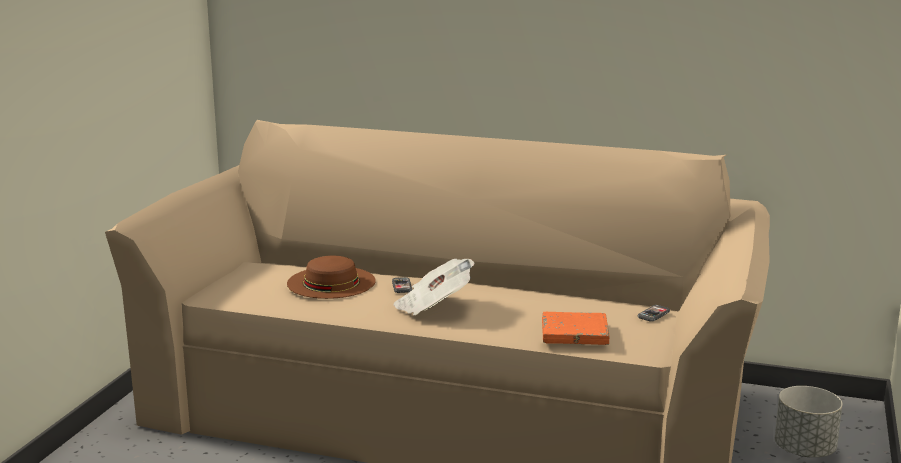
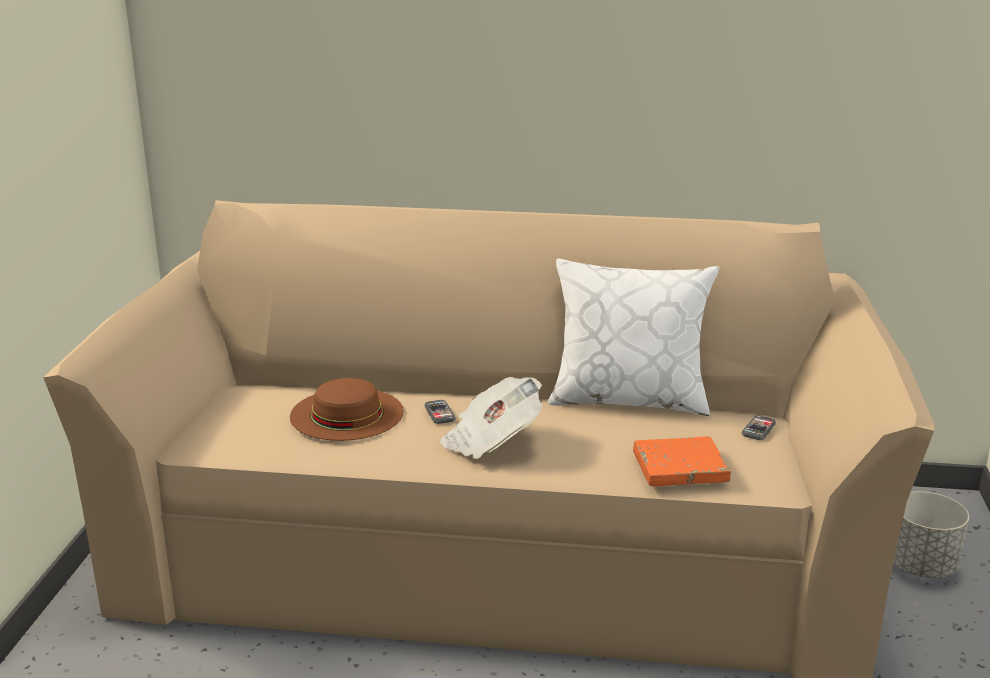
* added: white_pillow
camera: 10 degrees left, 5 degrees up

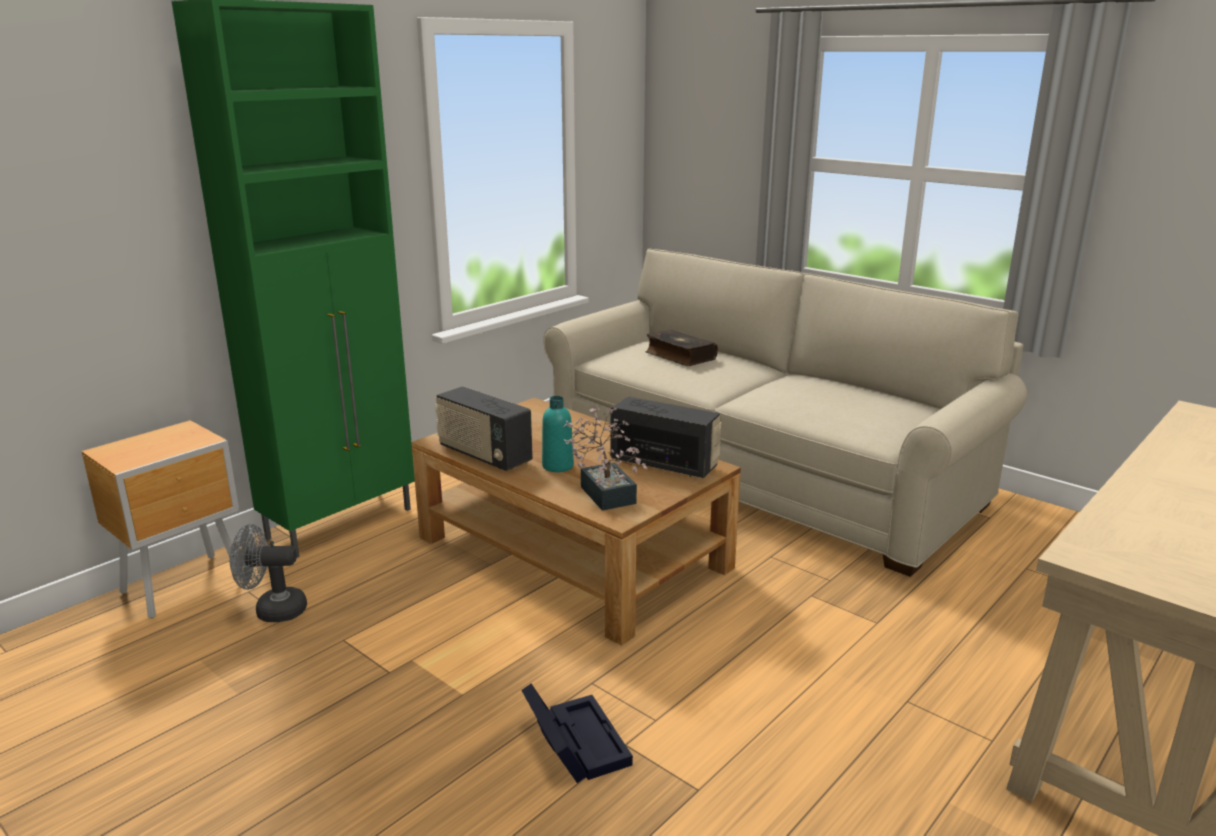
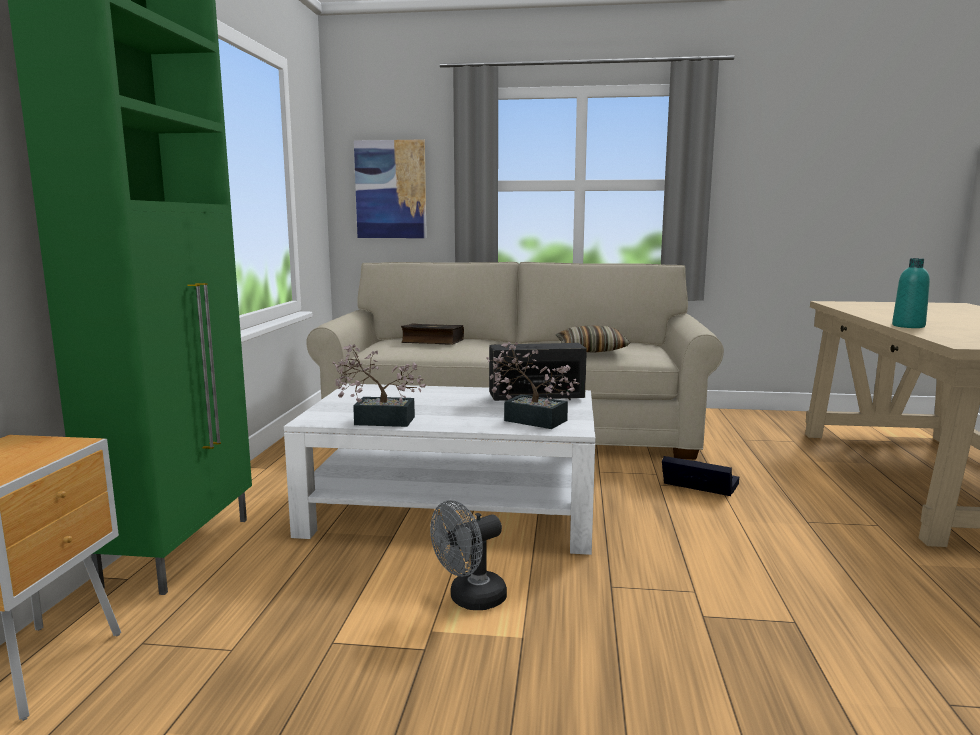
* added: picture
* added: pillow
* moved: grey_fan
* moved: black_storage_box
* moved: turquoise_bottle
* replaced: radio (1st from left) to potted_plant (1st from left)
* recoloured: brown_coffee_table to white_coffee_table
camera: 35 degrees left, 10 degrees down

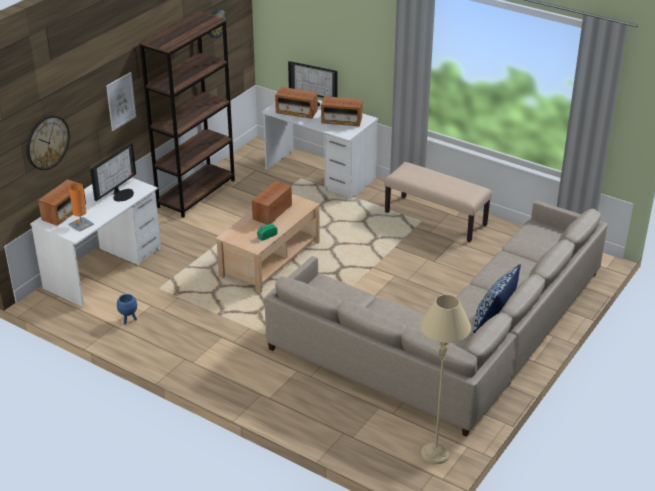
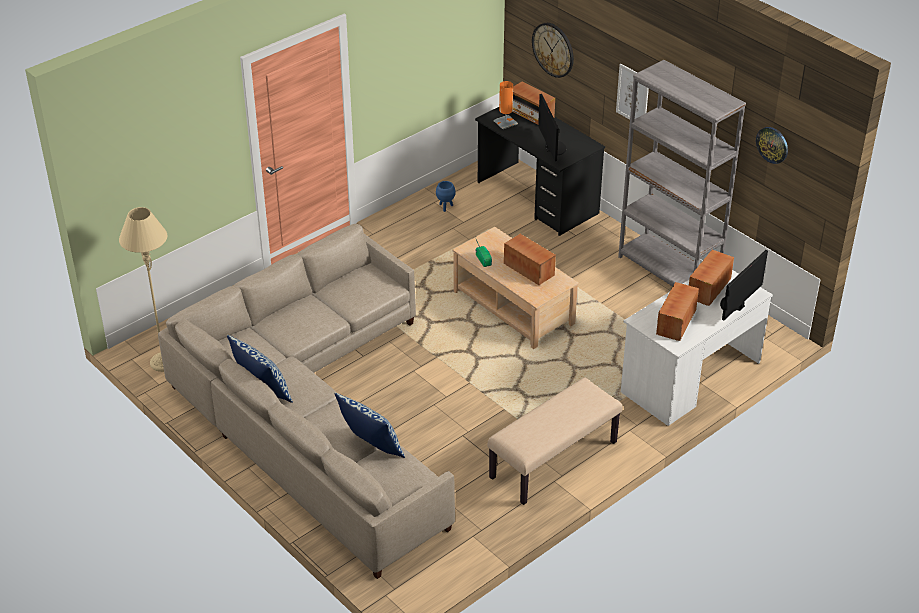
* added: pillow (2nd from left)
* recoloured: white_desk (1st from left) to black_desk
* recoloured: brown_bookcase to grey_bookcase
* turned: monitor (1st from left) 150 degrees counterclockwise
camera: 105 degrees right, 5 degrees up

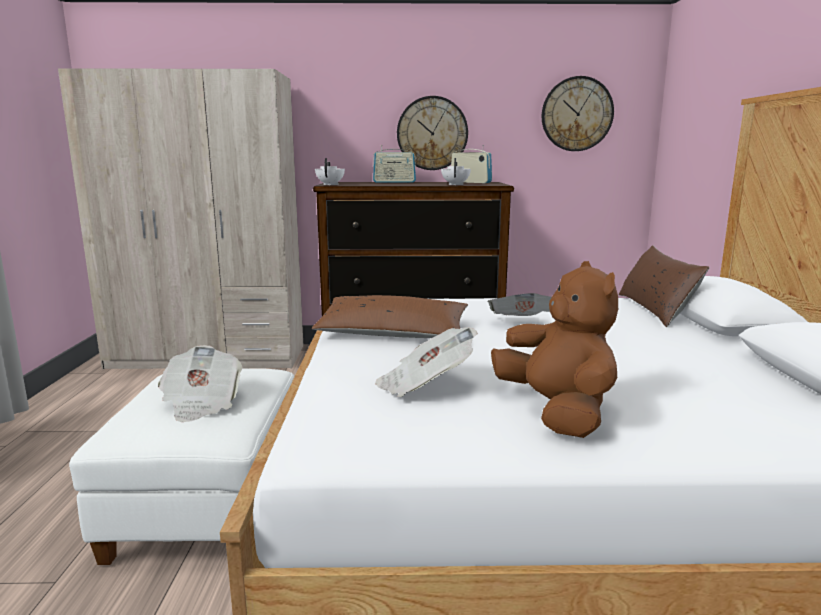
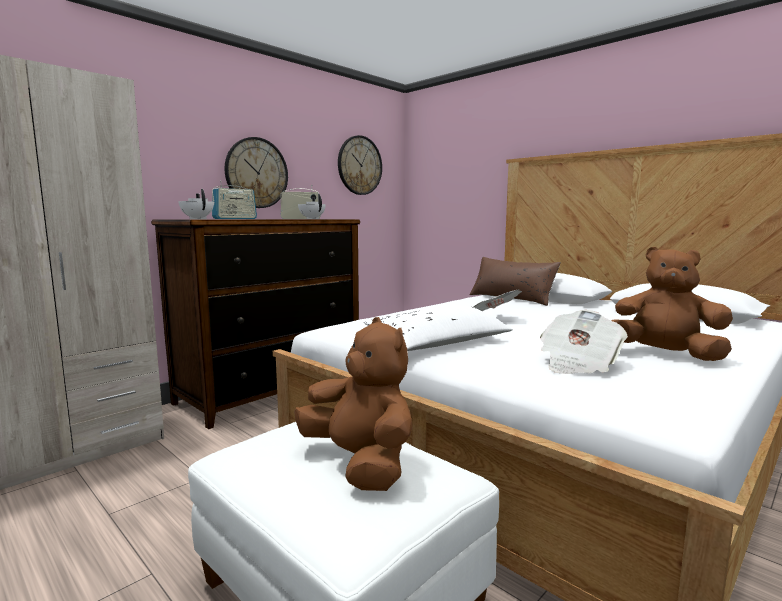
* replaced: newspaper (1st from left) to brown_plush_toy (1st from left)
* recoloured: brown_pillow (1st from left) to white_pillow
camera: 45 degrees left, 5 degrees down

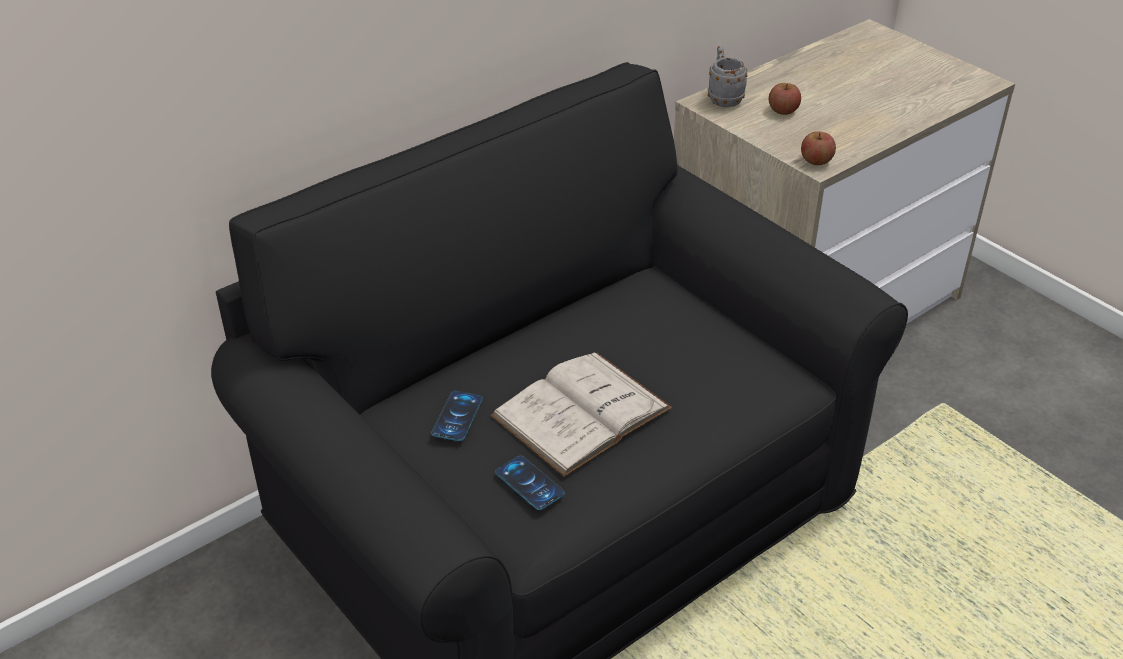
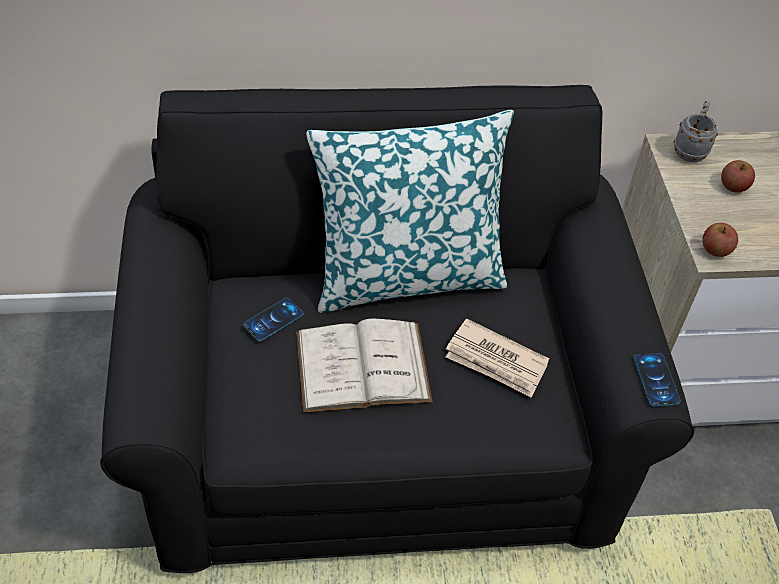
* added: pillow
* added: newspaper
* moved: phone (2nd from left)
camera: 30 degrees right, 10 degrees up

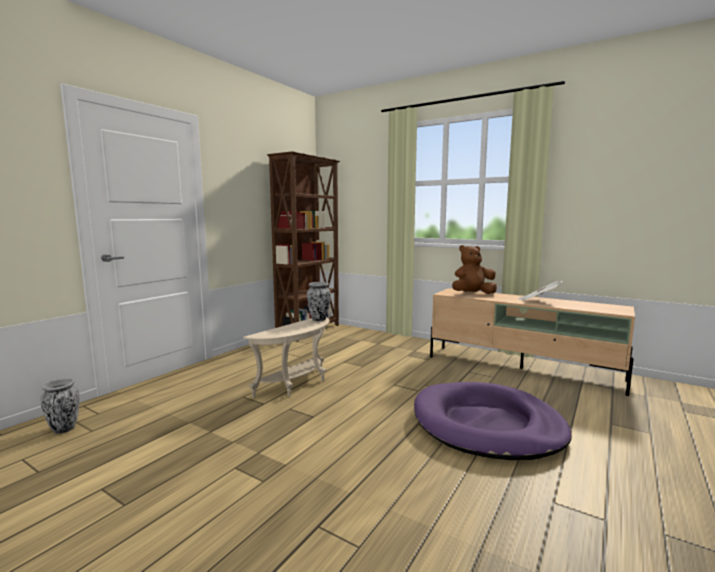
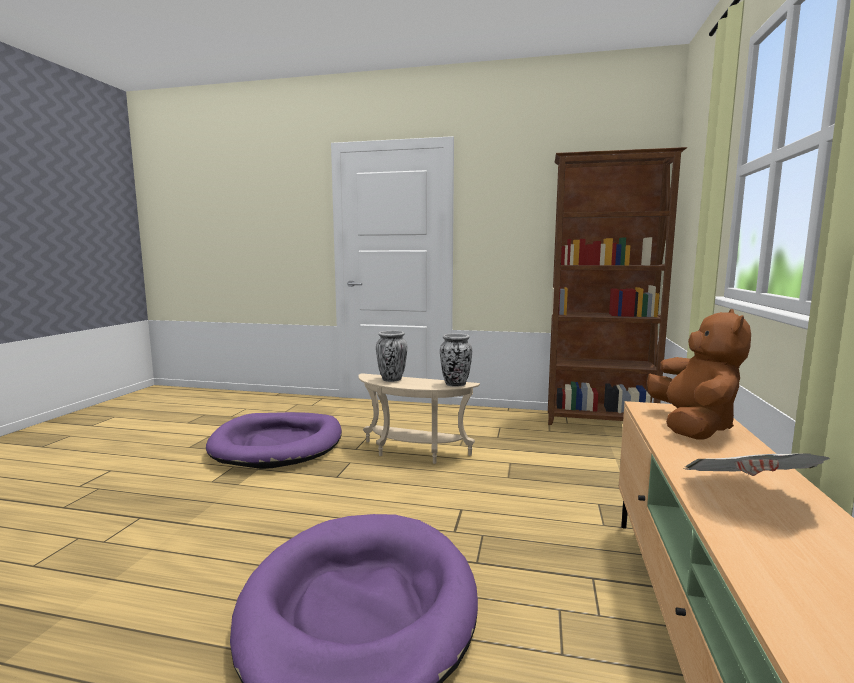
* added: purple_dog_bed (1st from left)
* moved: vase (1st from left)
* turned: brown_plush_toy 45 degrees clockwise
camera: 70 degrees right, 0 degrees up

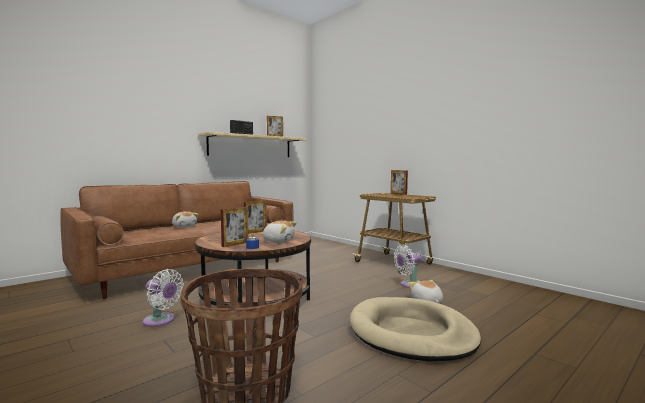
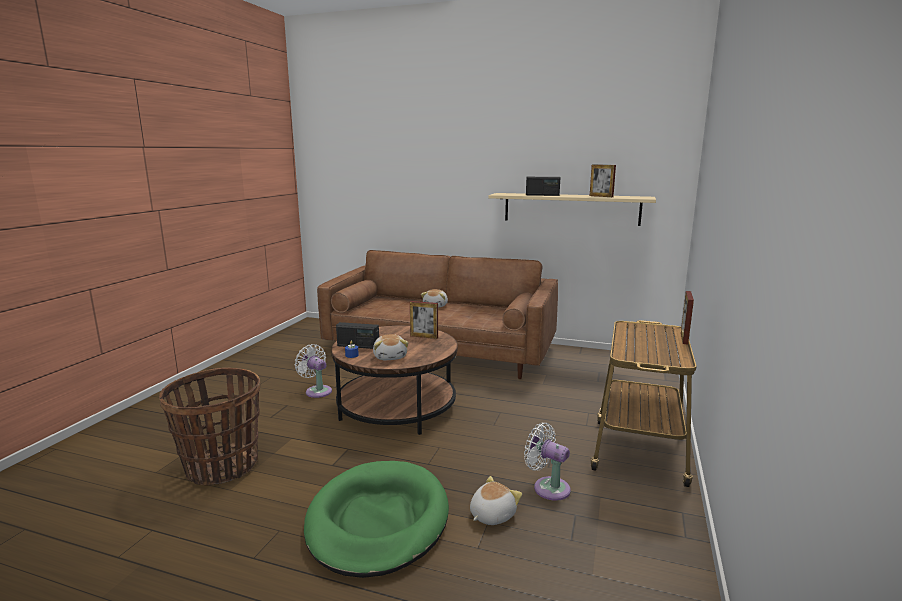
* replaced: picture_frame (1st from left) to radio (1st from left)
* recoloured: beige_dog_bed to green_dog_bed
* turned: white_fan (1st from left) 135 degrees clockwise
camera: 60 degrees right, 10 degrees up

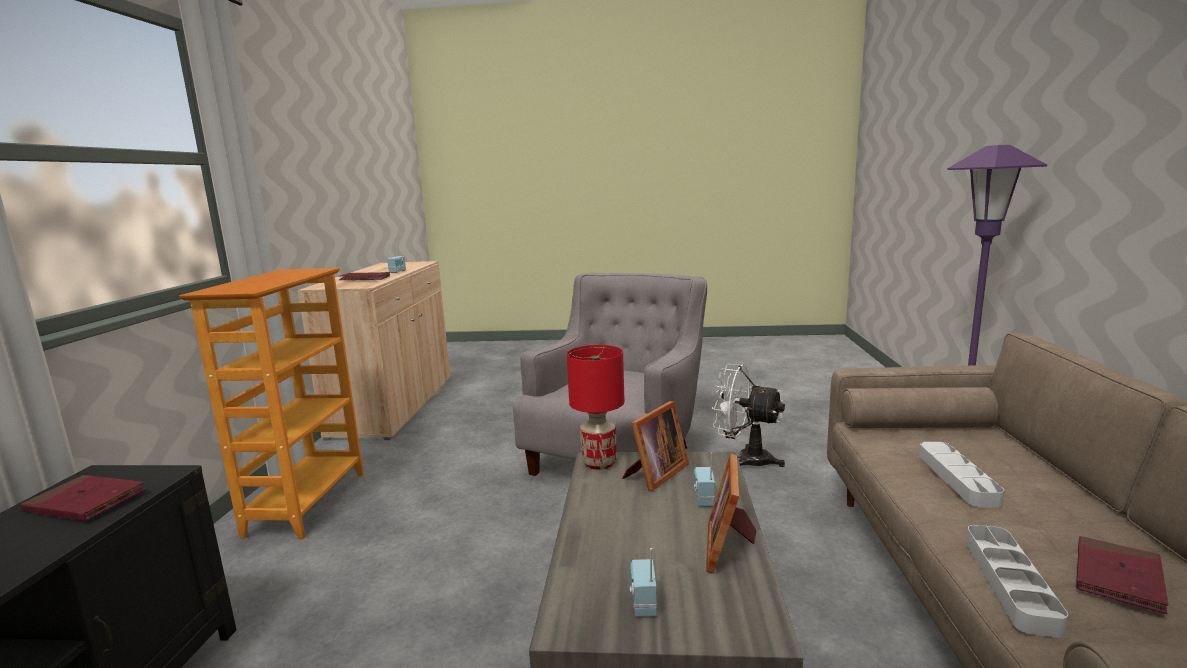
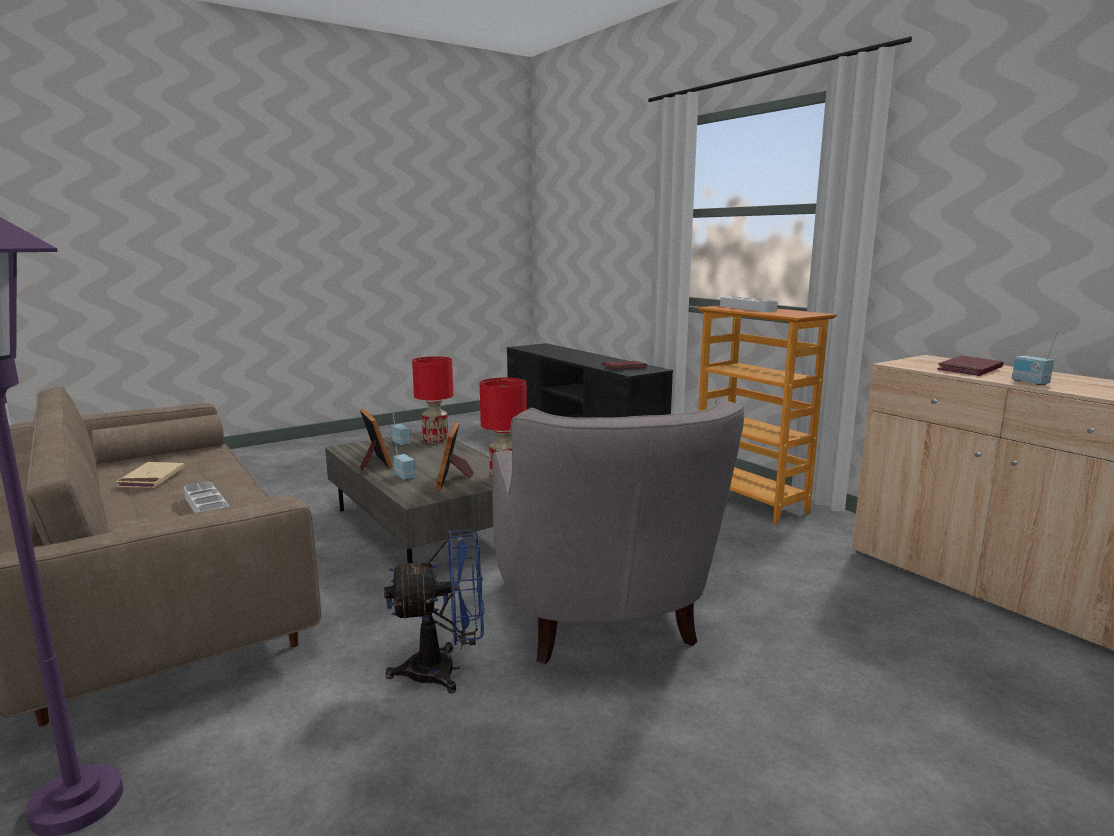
* added: red_table_lamp (1st from left)
* moved: grey_tray (2nd from left)
* recoloured: white_fan to blue_fan
* recoloured: red_book (3rd from left) to beige_book
camera: 140 degrees right, 0 degrees up

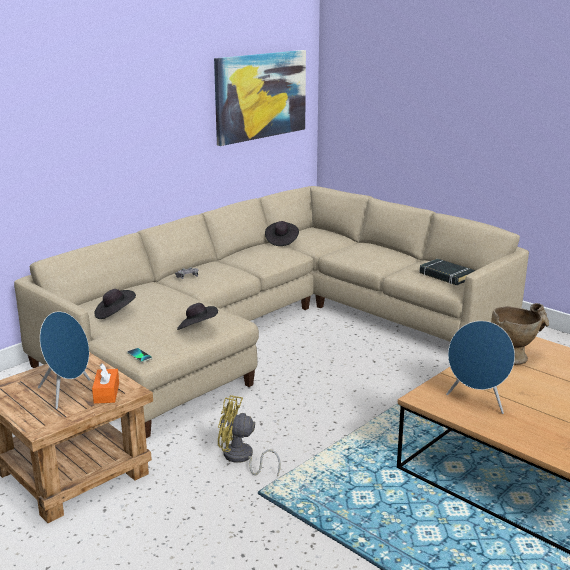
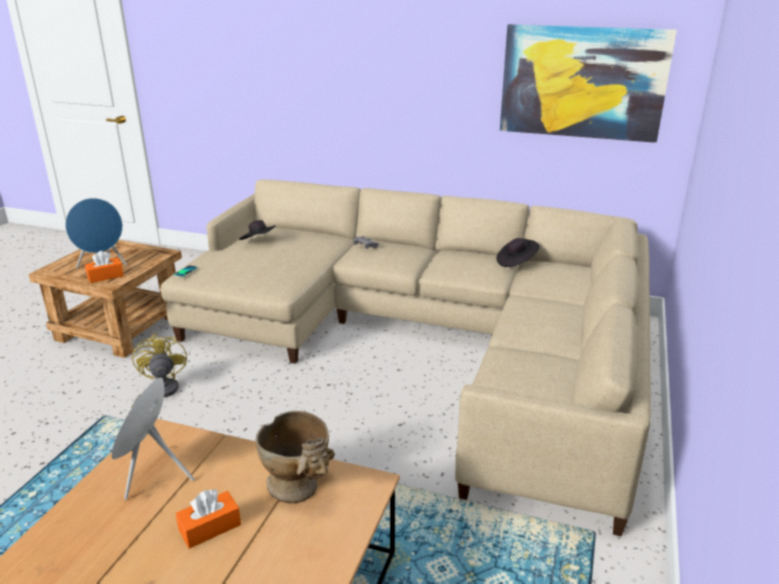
* removed: black_hat (2nd from left)
* removed: black_book
* added: orange_tissue_box (2nd from left)
camera: 65 degrees right, 5 degrees up

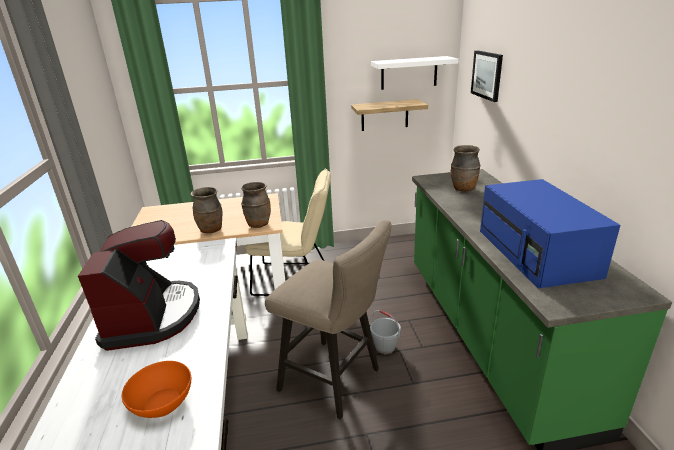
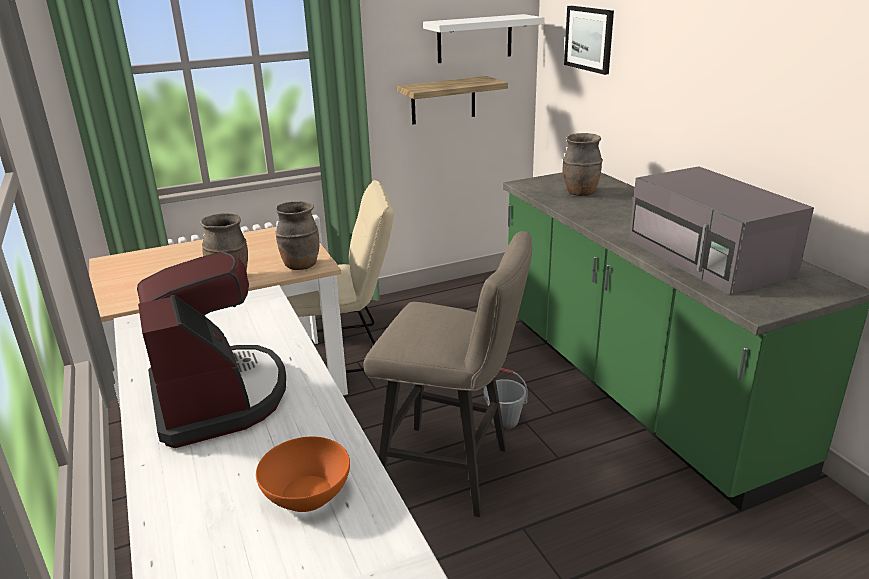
* recoloured: blue_microwave to grey_microwave
camera: 15 degrees left, 0 degrees up

